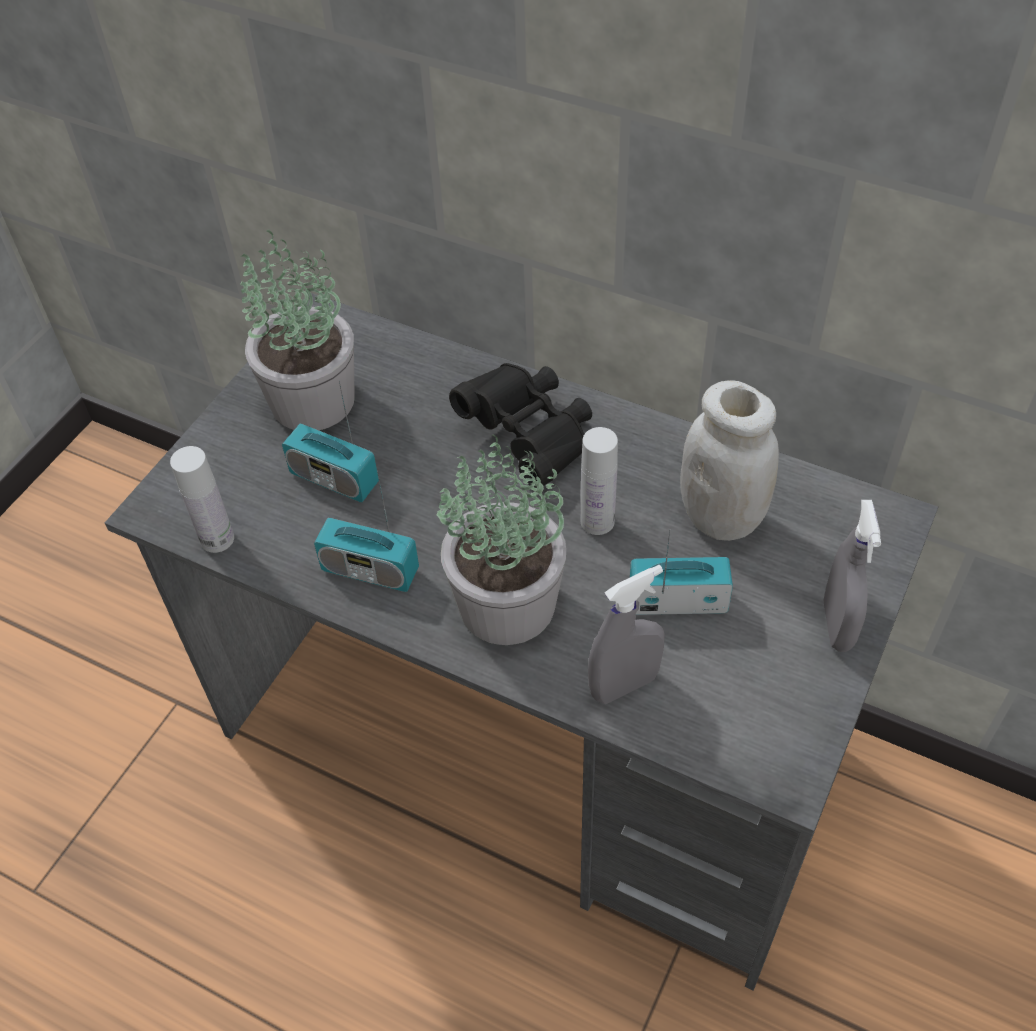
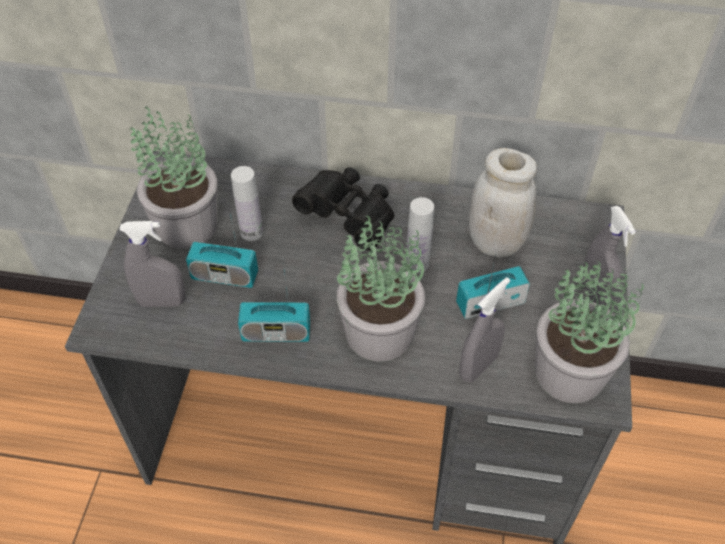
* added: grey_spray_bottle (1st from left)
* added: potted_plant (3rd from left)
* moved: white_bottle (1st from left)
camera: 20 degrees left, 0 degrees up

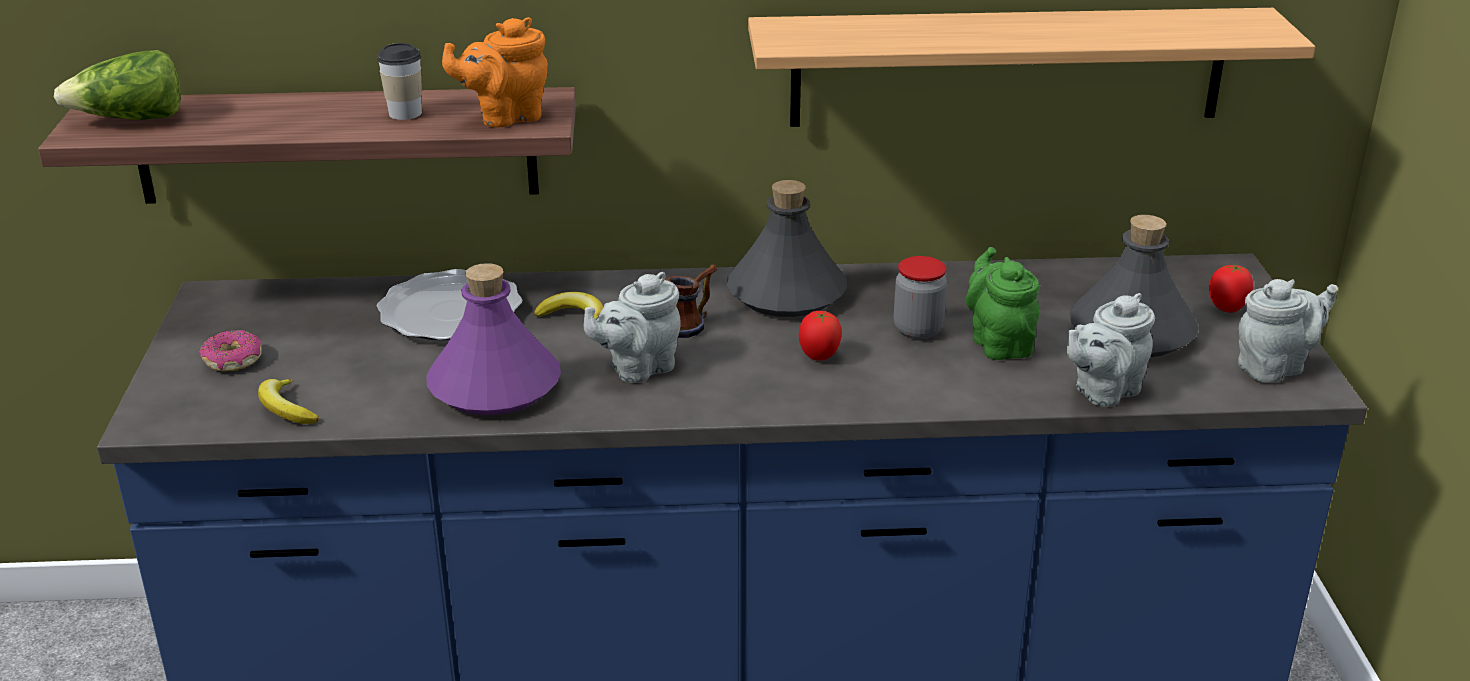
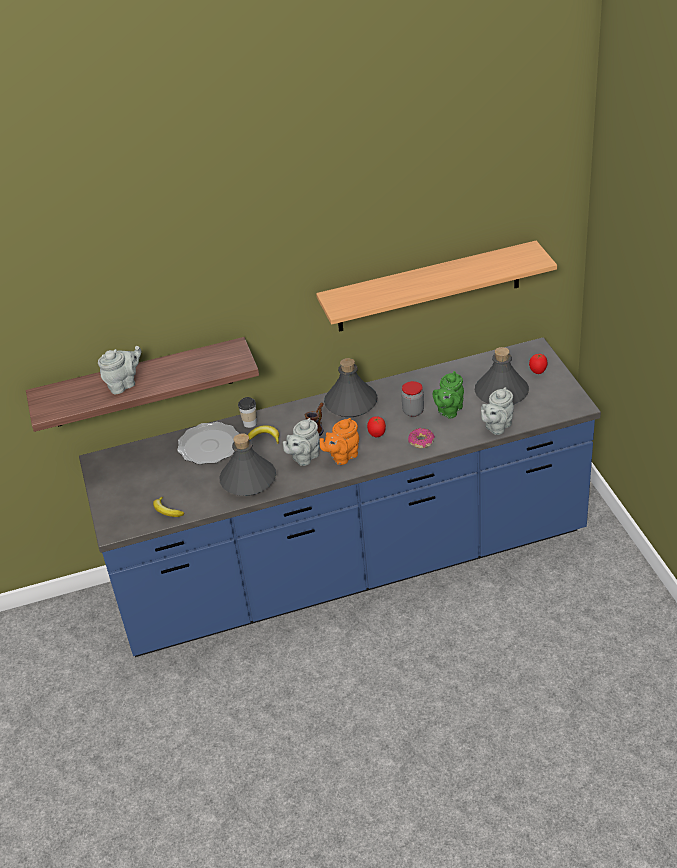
* removed: lettuce
* moved: donut
* moved: cup
* moved: orange_teapot
* moved: grey_teapot (3rd from left in the first image) to grey_teapot (1st from left)
* recoloured: purple_bottle to grey_bottle (1st from left)
* turned: green_teapot 120 degrees counterclockwise
camera: 10 degrees left, 10 degrees up

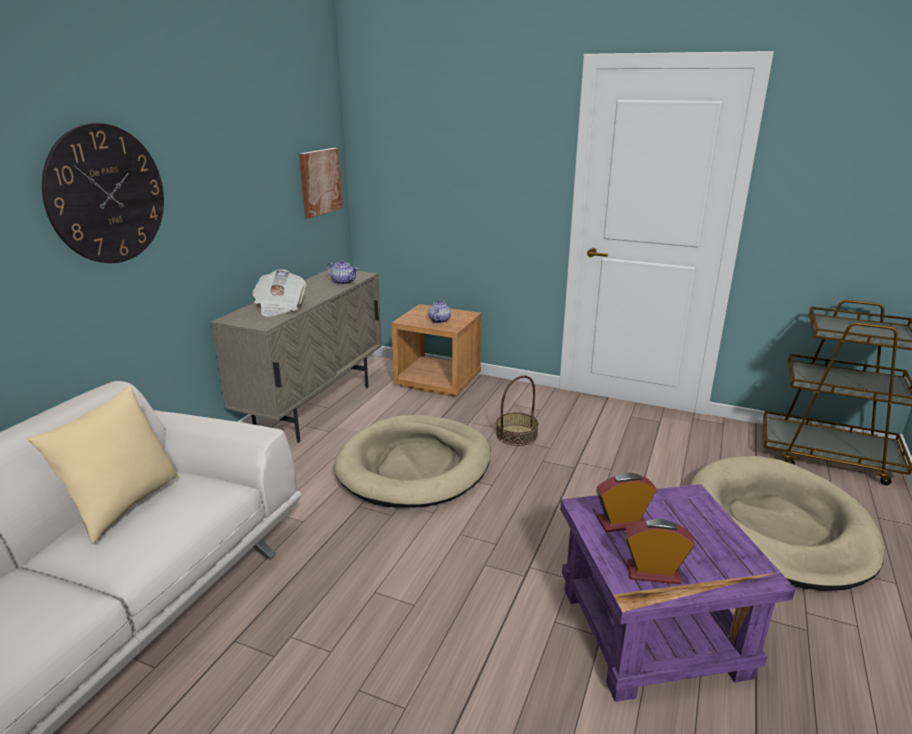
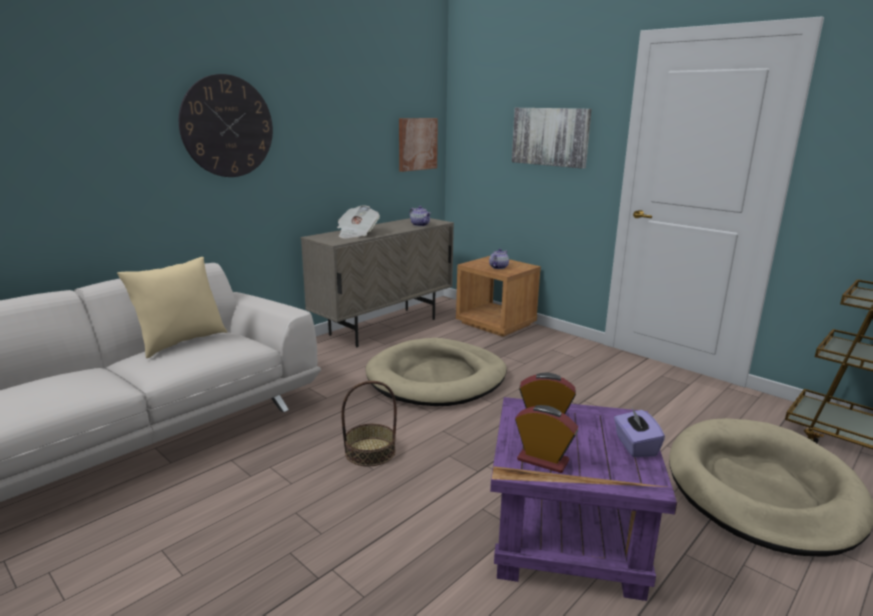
* added: picture (2nd from left)
* added: purple_tissue_box
* moved: basket
camera: 20 degrees right, 5 degrees down

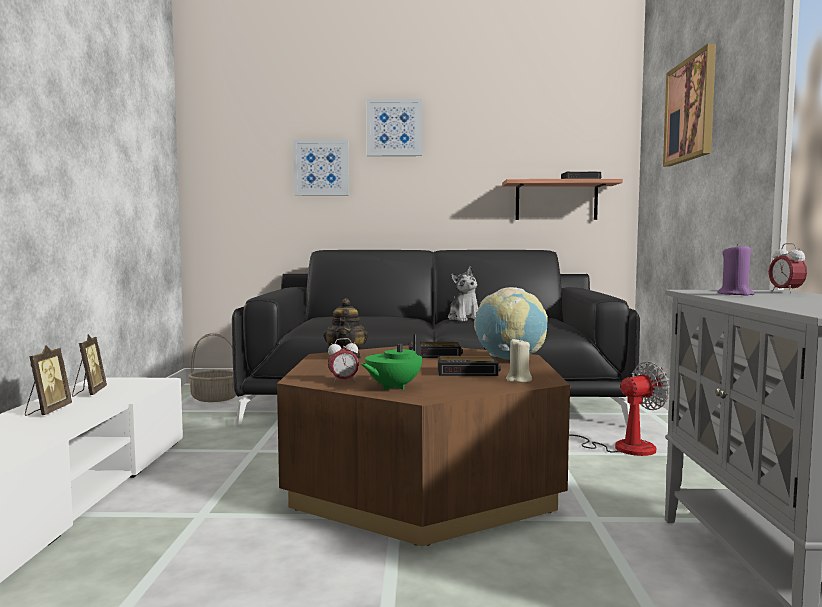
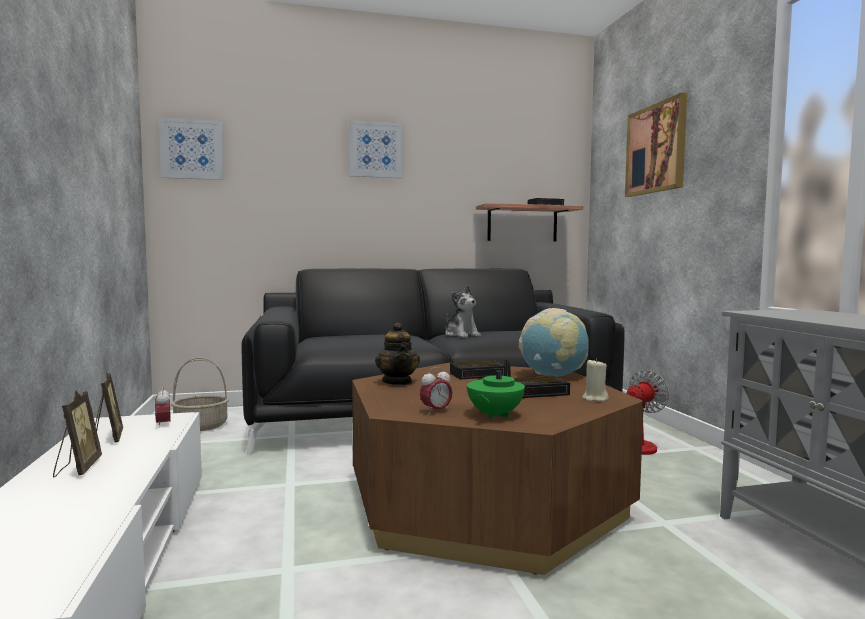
* removed: purple_candle
* moved: picture (1st from left)
* moved: alarm_clock (5th from left in the first image) to alarm_clock (1st from left)
camera: 15 degrees left, 0 degrees up

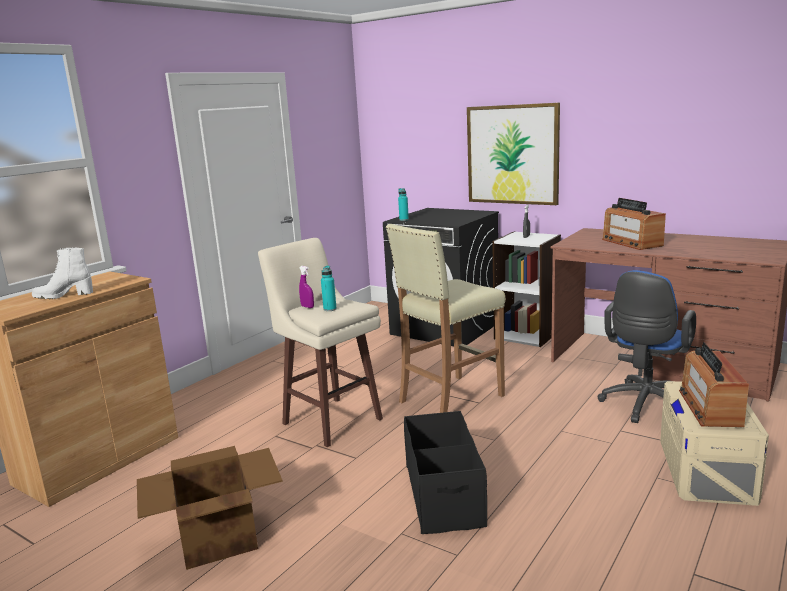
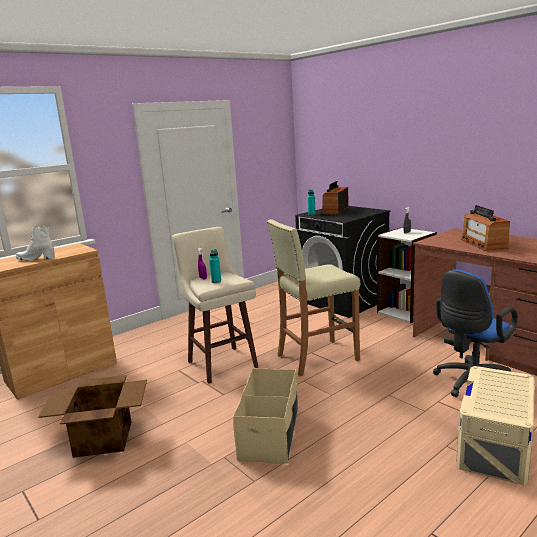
* removed: picture
* moved: radio (2nd from left in the first image) to radio (1st from left)
* recoloured: black_storage_box to beige_storage_box (1st from left)
camera: 15 degrees right, 0 degrees up

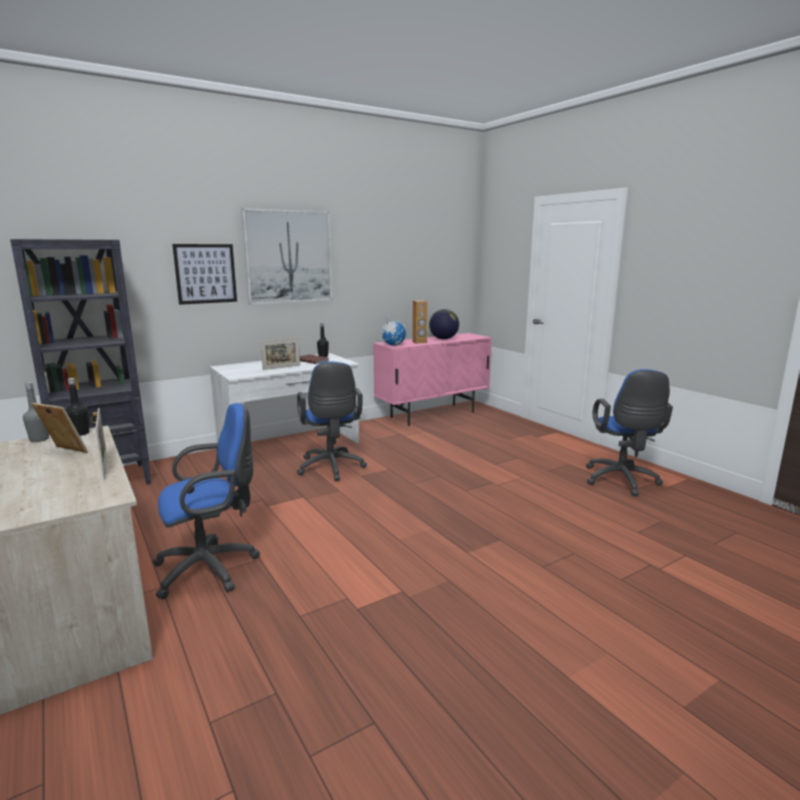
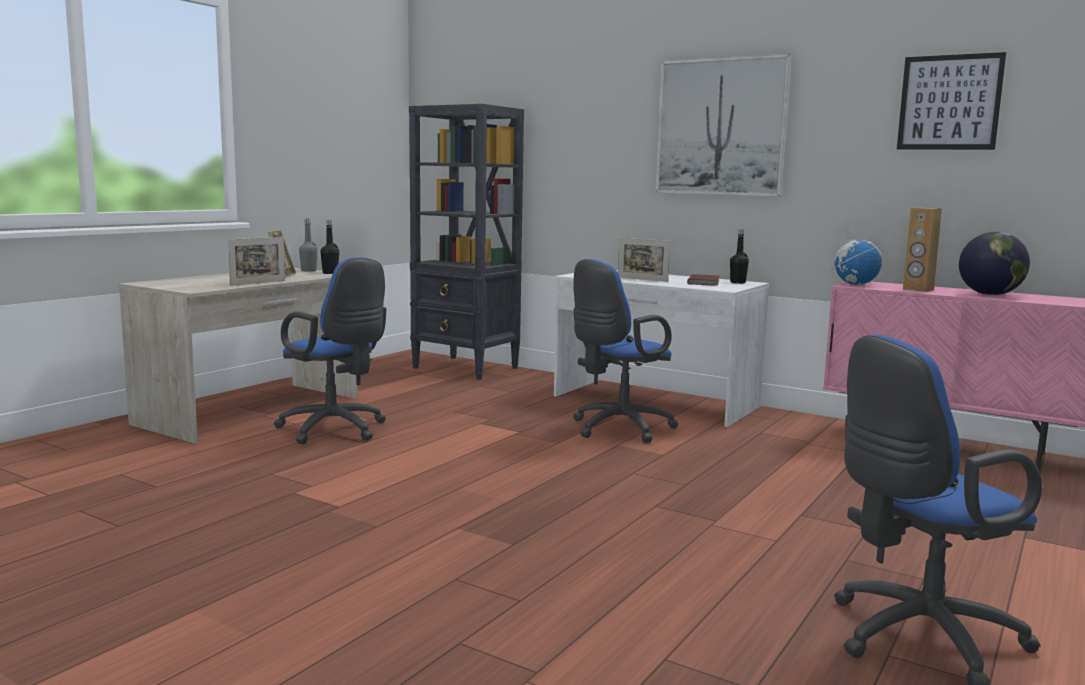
* moved: picture (1st from left in the first image) to picture (2nd from left)
camera: 65 degrees right, 5 degrees down

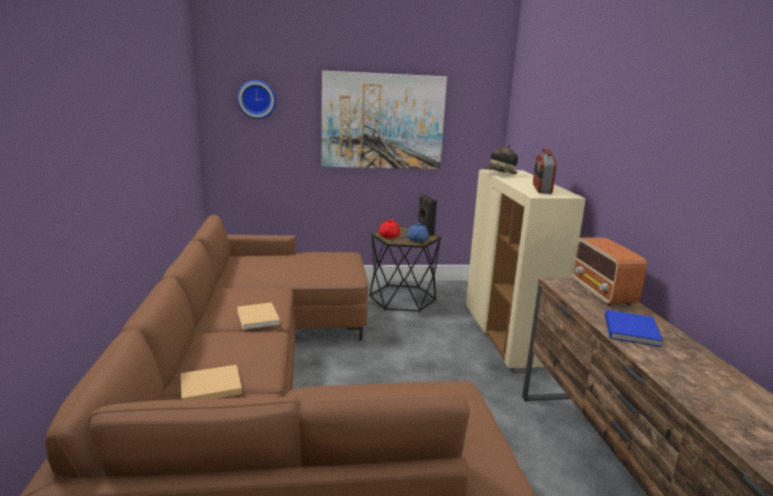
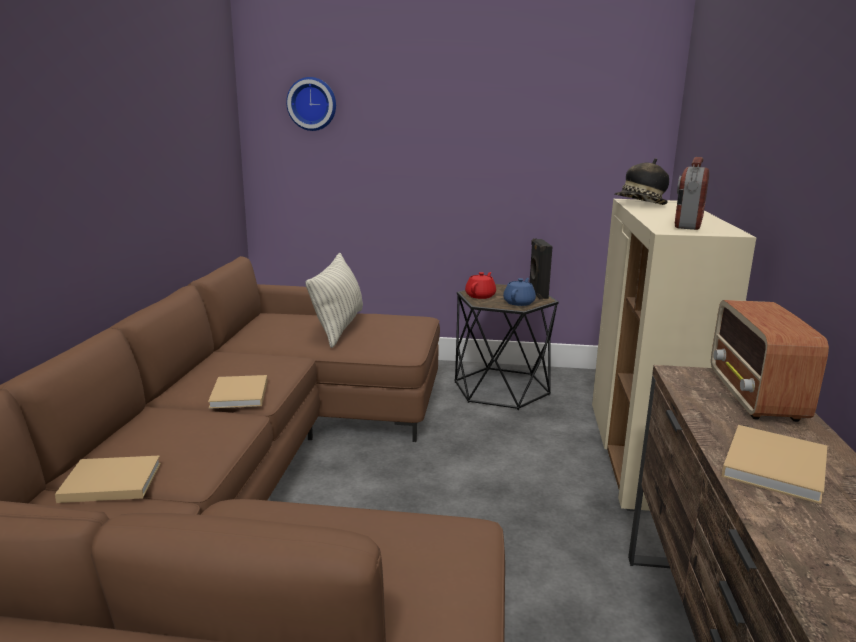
* removed: picture
* added: pillow
* recoloured: blue_book to beige_book (3rd from left)
camera: 15 degrees right, 0 degrees up

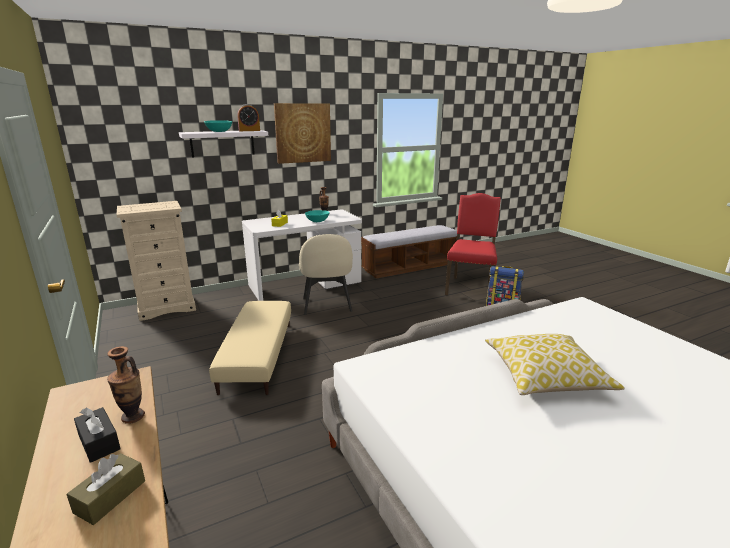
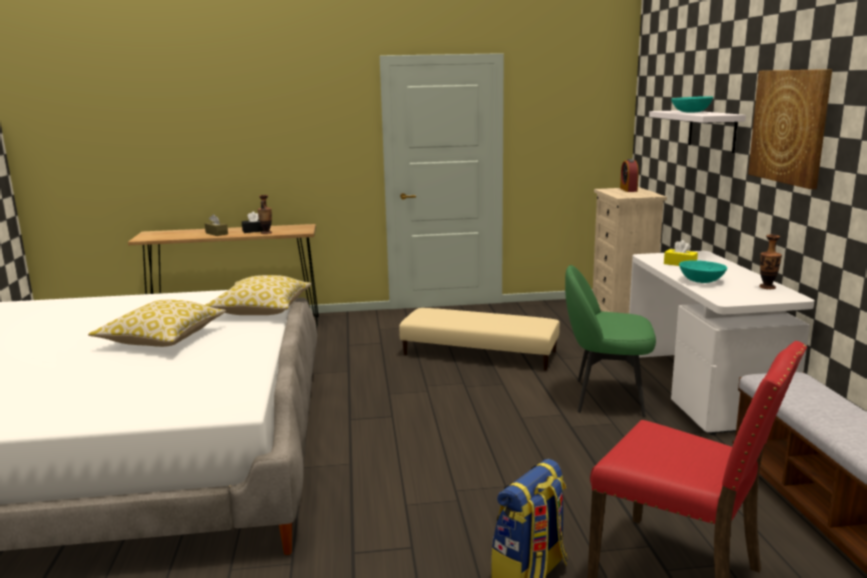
* added: pillow (2nd from left)
* moved: alarm_clock
* recoloured: beige_chair to green_chair
camera: 110 degrees right, 5 degrees down

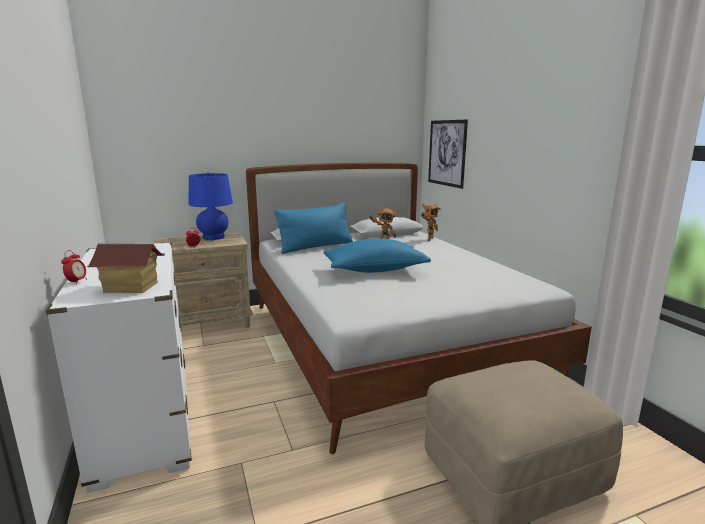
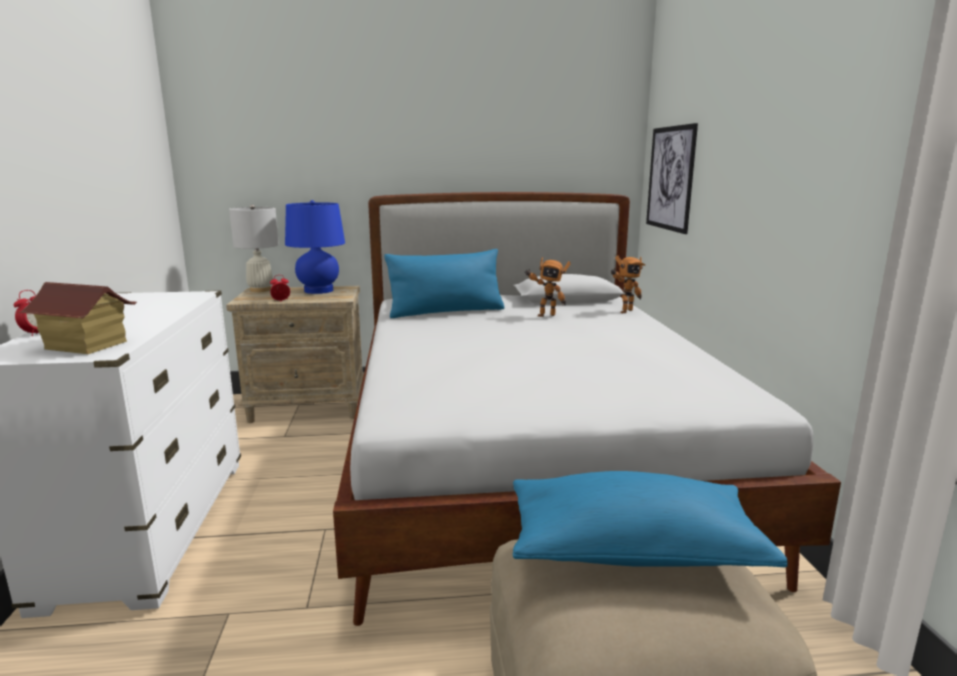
* added: white_table_lamp
* moved: blue_pillow (2nd from left)
camera: 15 degrees right, 0 degrees up

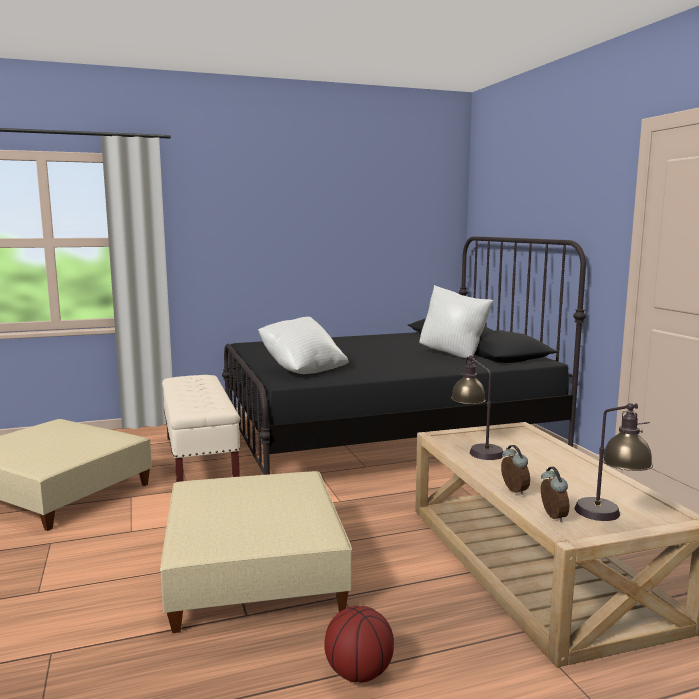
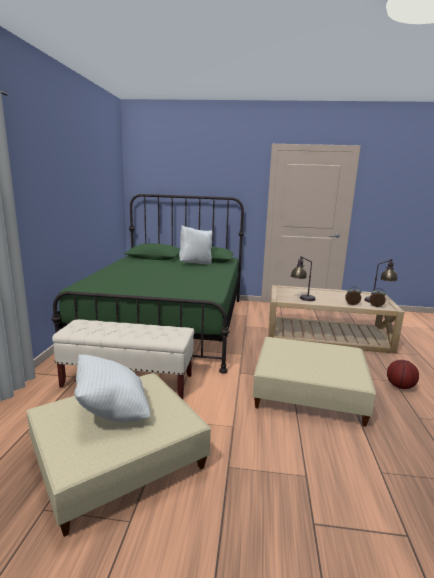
* moved: white_pillow (1st from left)
* recoloured: black_bed to green_bed
camera: 65 degrees left, 5 degrees up

